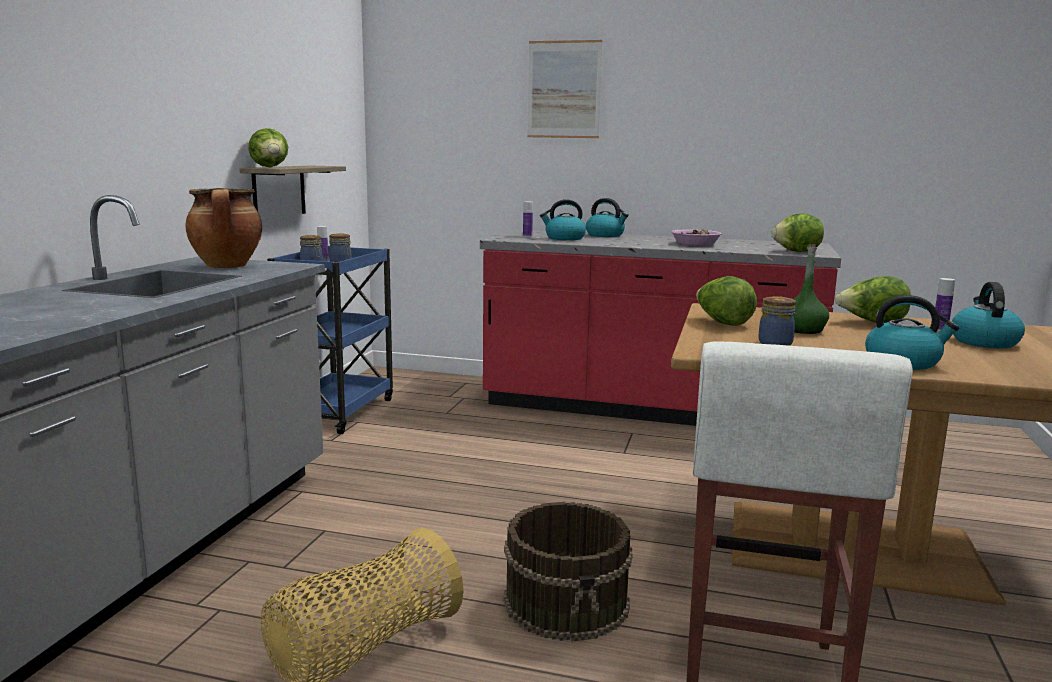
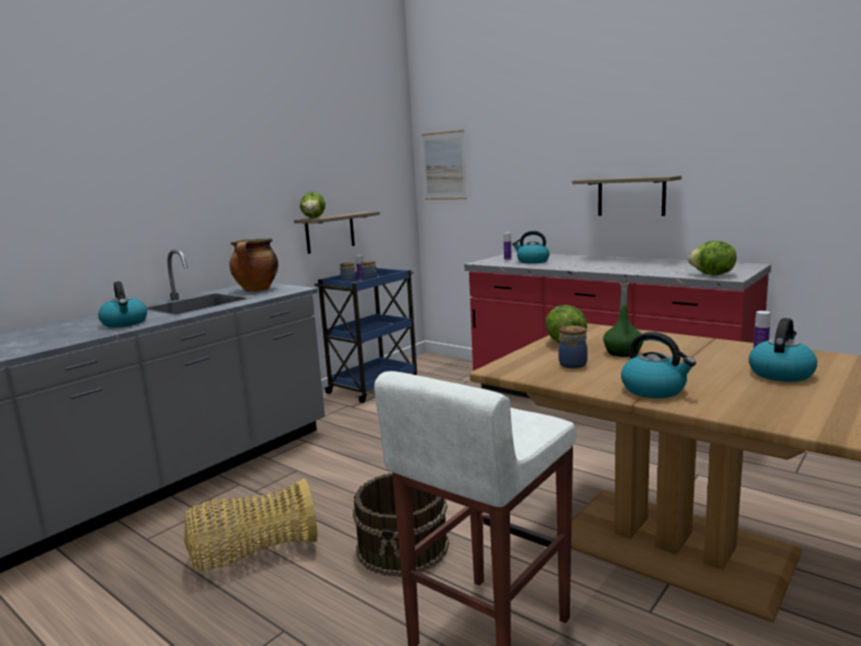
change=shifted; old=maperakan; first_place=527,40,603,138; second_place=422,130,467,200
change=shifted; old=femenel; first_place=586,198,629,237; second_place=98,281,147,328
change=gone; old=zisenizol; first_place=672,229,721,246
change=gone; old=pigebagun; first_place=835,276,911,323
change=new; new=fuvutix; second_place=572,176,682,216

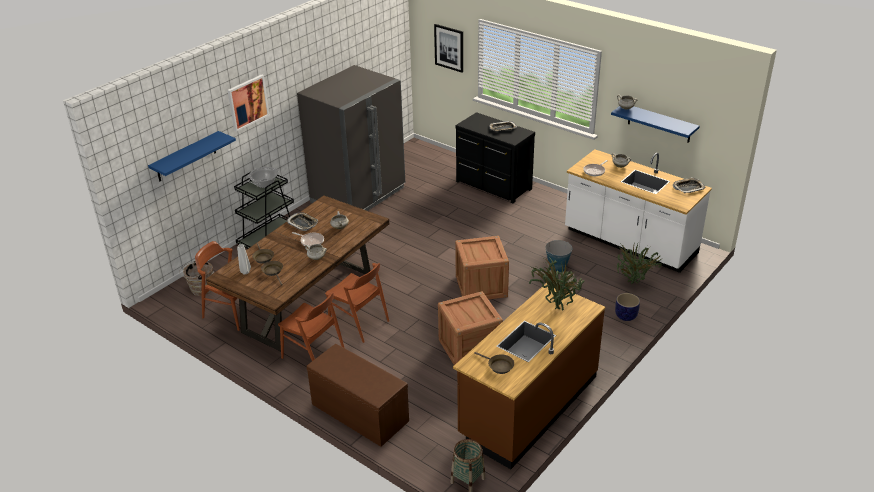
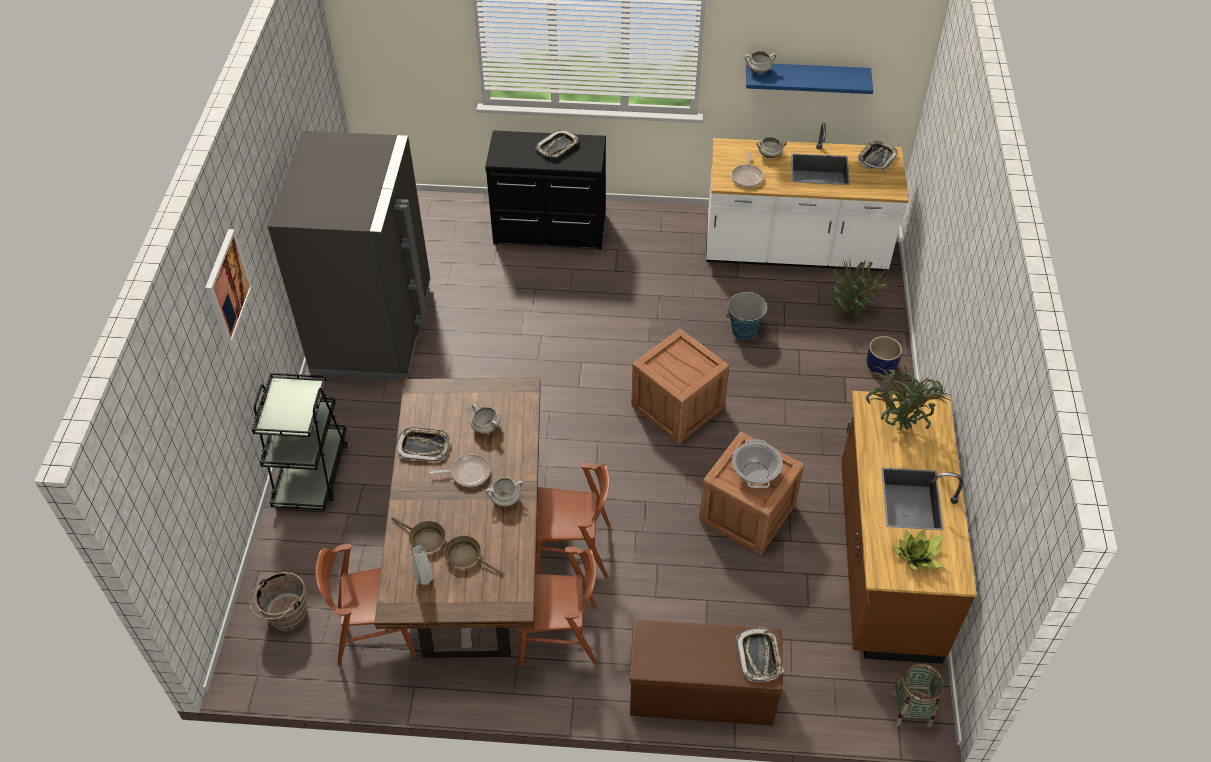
change=gone; old=maperakan; first_place=434,24,463,73
change=gone; old=fuvutix (blue); first_place=148,131,236,181
change=shifted; old=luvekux; first_place=248,167,279,188; second_place=732,440,783,488
change=swapped; old=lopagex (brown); new=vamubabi; first_place=474,352,514,374; second_place=891,529,943,571
change=new; new=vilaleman; second_place=736,627,784,682

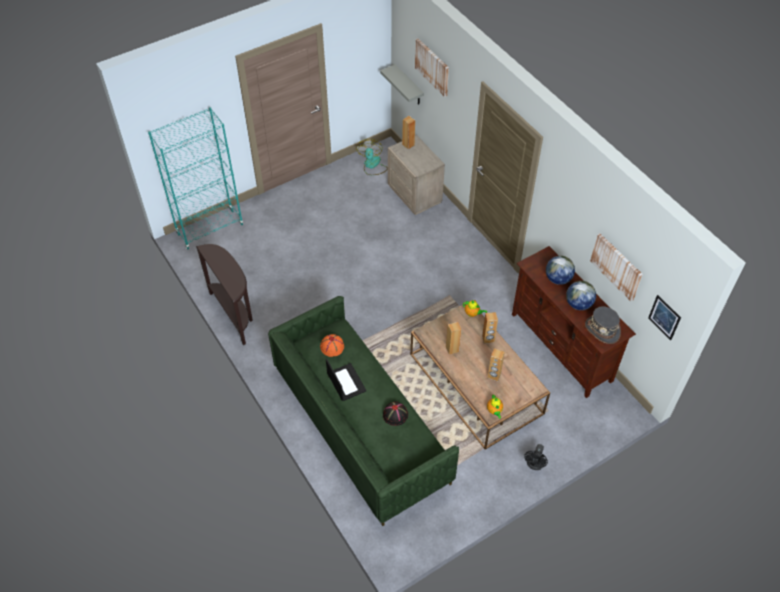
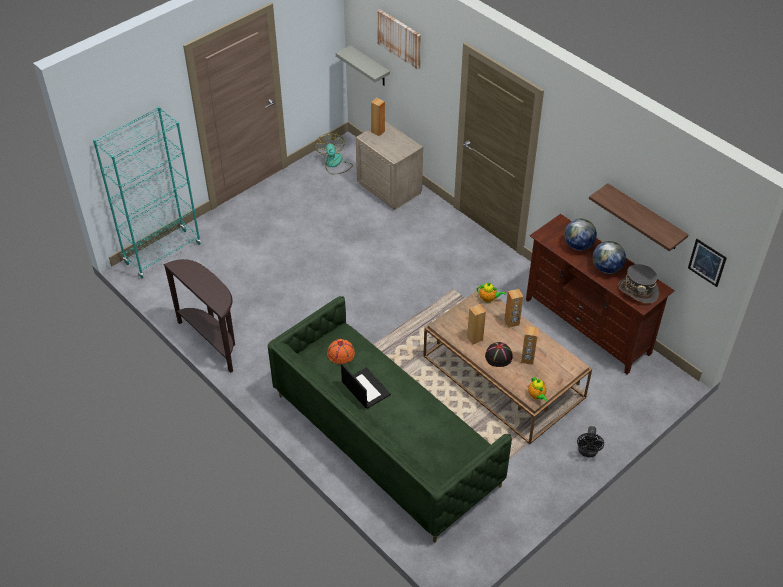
change=swapped; old=maperakan; new=fuvutix; first_place=590,233,643,301; second_place=589,183,689,251
change=shifted; old=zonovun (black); first_place=383,402,408,426; second_place=485,342,513,367

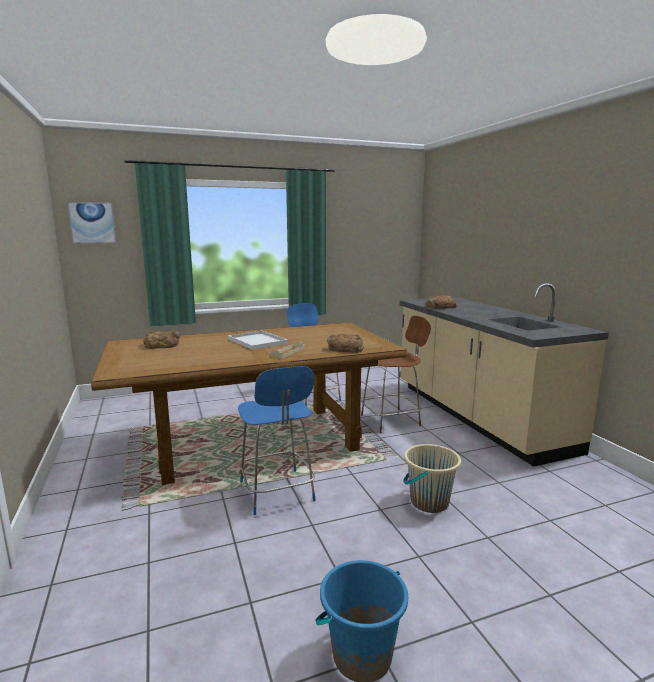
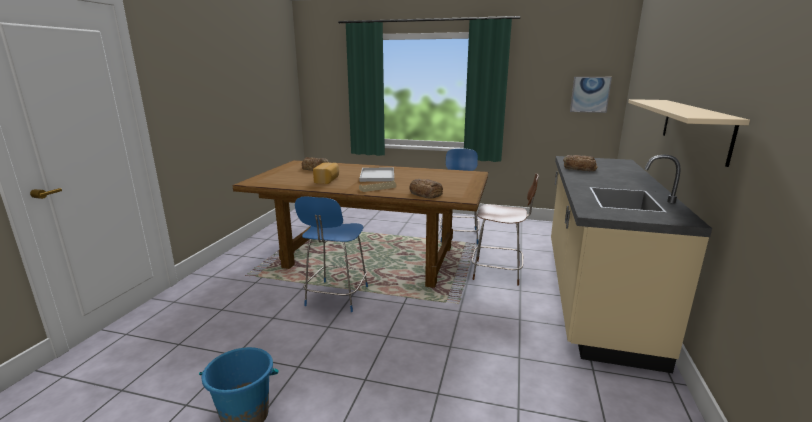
change=shifted; old=maperakan; first_place=67,202,116,244; second_place=570,77,612,113
change=gone; old=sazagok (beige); first_place=403,444,461,513
change=new; new=fuvutix (beige); second_place=628,99,750,167
change=new; new=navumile; second_place=313,163,339,184

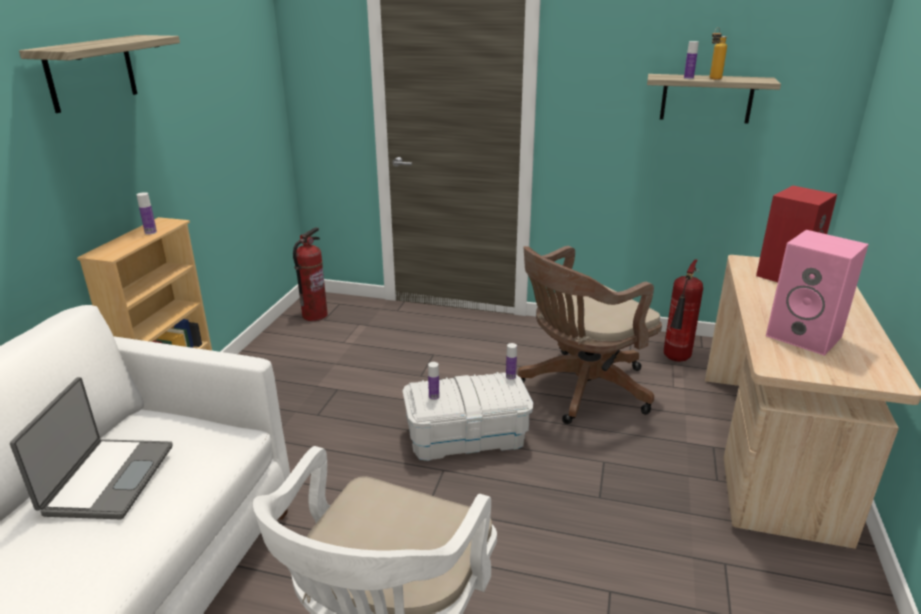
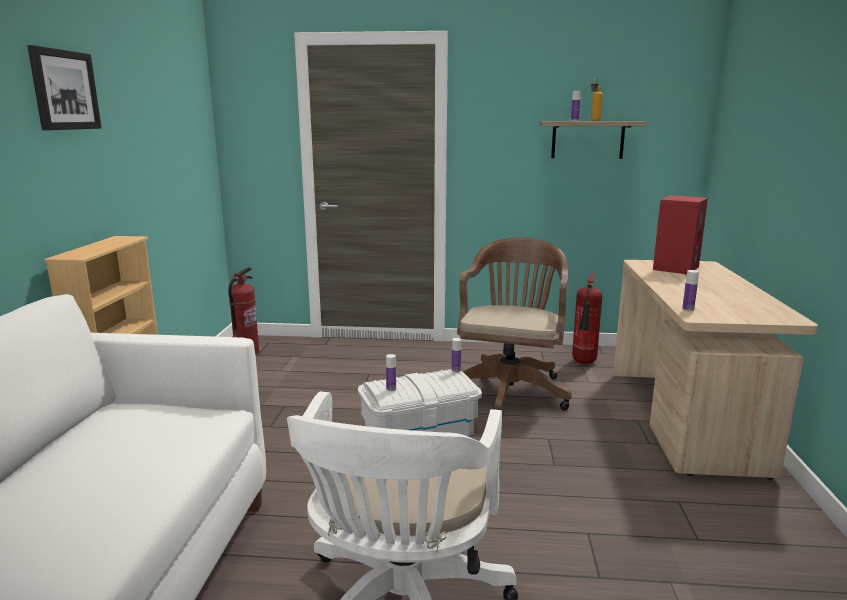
change=swapped; old=fuvutix; new=maperakan; first_place=19,35,180,113; second_place=27,45,101,130
change=shifted; old=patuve; first_place=137,192,157,235; second_place=682,270,699,311
change=gone; old=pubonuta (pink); first_place=766,230,869,356
change=rotated; old=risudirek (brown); first_place=518,246,662,424; second_place=457,237,571,411; degrees=150
change=gone; old=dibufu; first_place=10,377,173,519

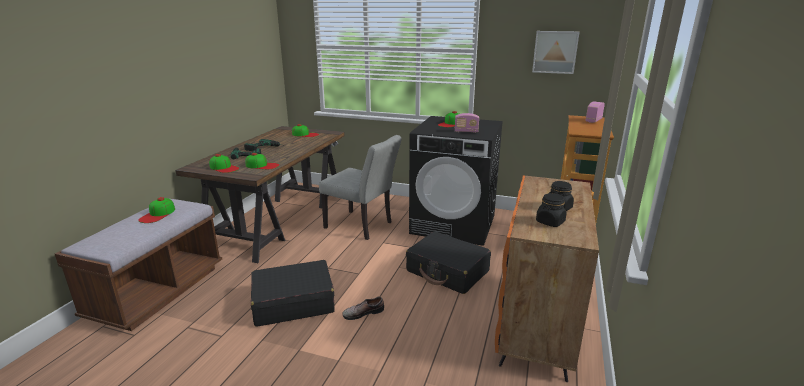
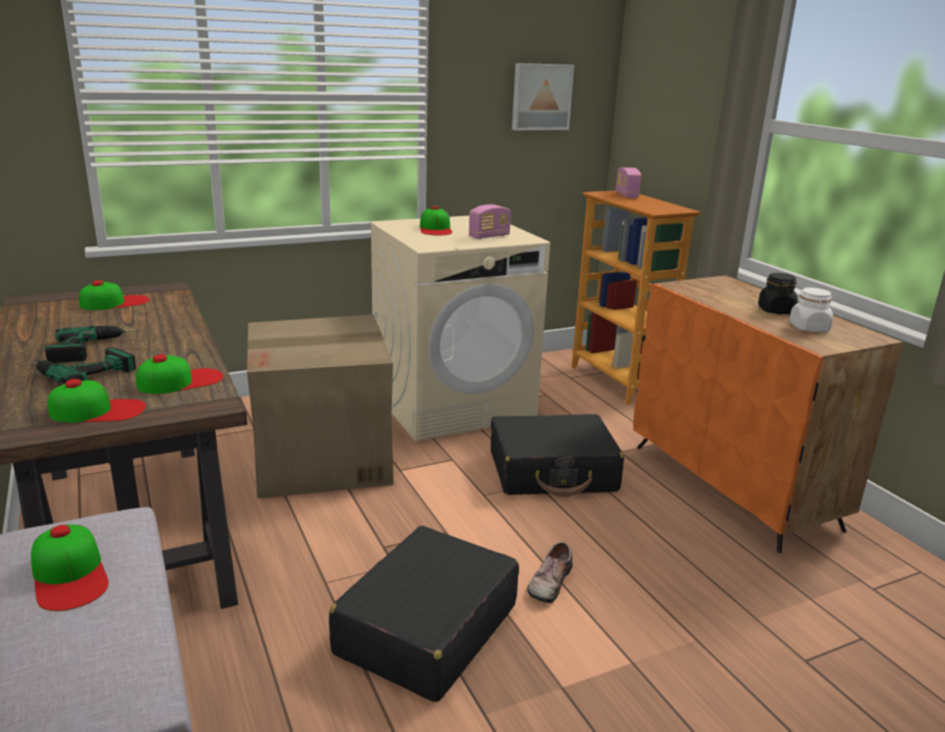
change=repainted; old=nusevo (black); new=nusevo (beige); first_place=409,116,503,246; second_place=370,216,550,442
change=swapped; old=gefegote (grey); new=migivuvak; first_place=319,135,402,240; second_place=247,314,394,499
change=repainted; old=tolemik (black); new=tolemik (white); first_place=536,193,567,227; second_place=789,287,833,332

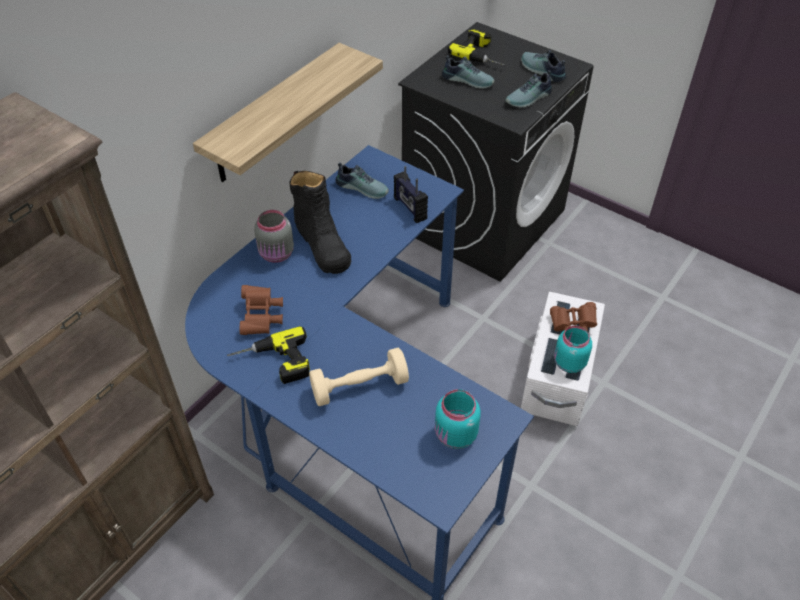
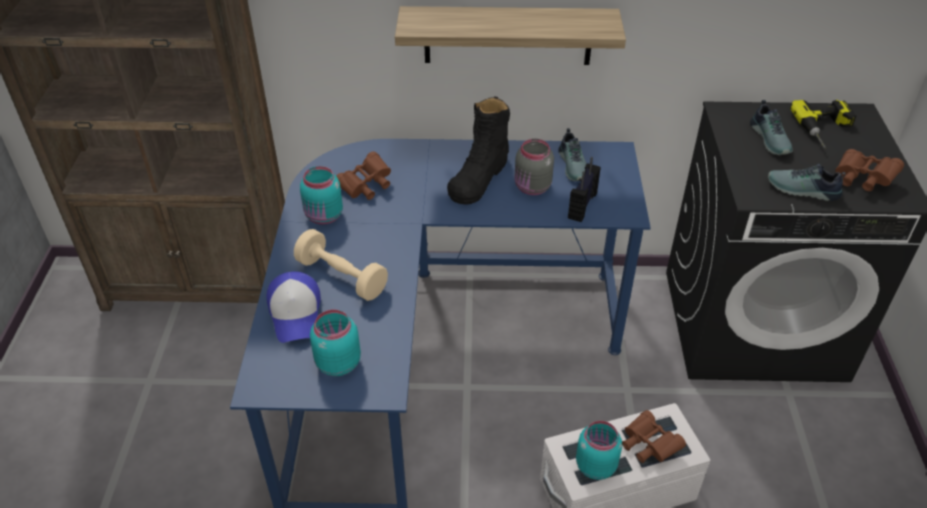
change=swapped; old=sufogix; new=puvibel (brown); first_place=521,50,566,82; second_place=835,149,904,191
change=shifted; old=tolemik (grey); first_place=254,210,294,263; second_place=514,139,554,195
change=swapped; old=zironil; new=tolemik (turquoise); first_place=227,326,310,384; second_place=300,166,343,225
change=new; new=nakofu; second_place=266,272,321,343

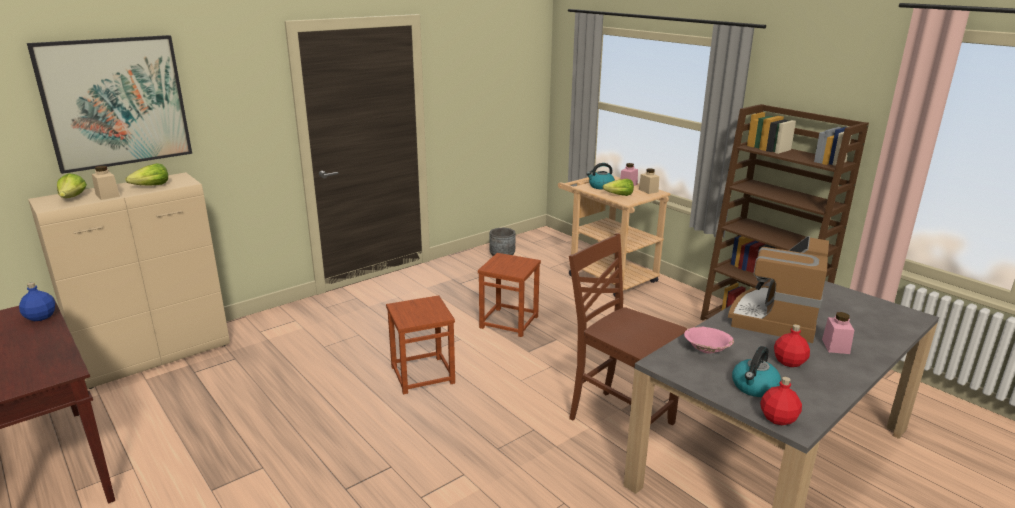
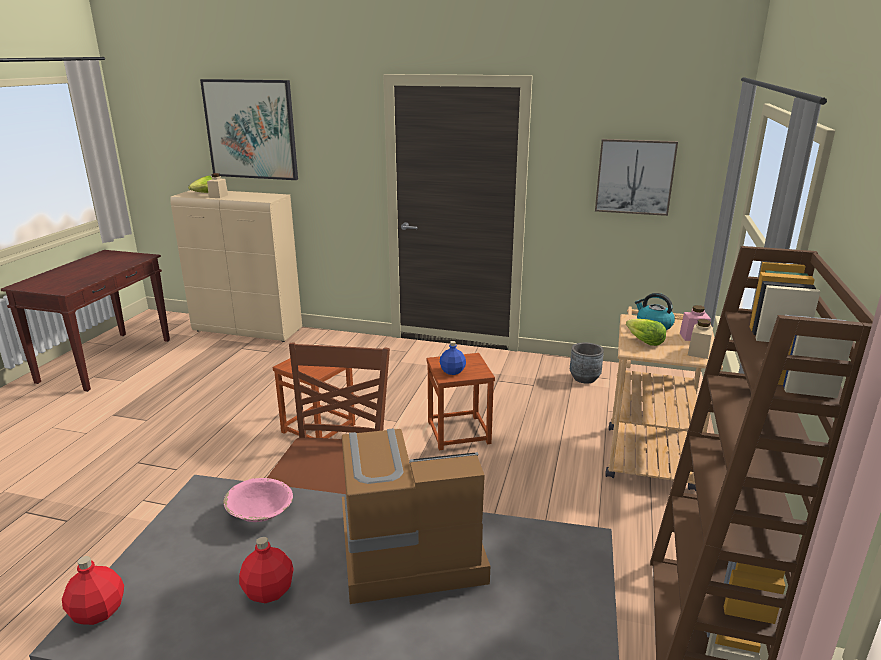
change=gone; old=pigebagun; first_place=126,163,168,186
change=shifted; old=patuve (blue); first_place=19,282,55,321; second_place=440,341,466,375
change=gone; old=tolemik (pink); first_place=822,312,854,354
change=gone; old=femenel; first_place=732,346,781,397
change=new; new=maperakan; second_place=595,139,678,216

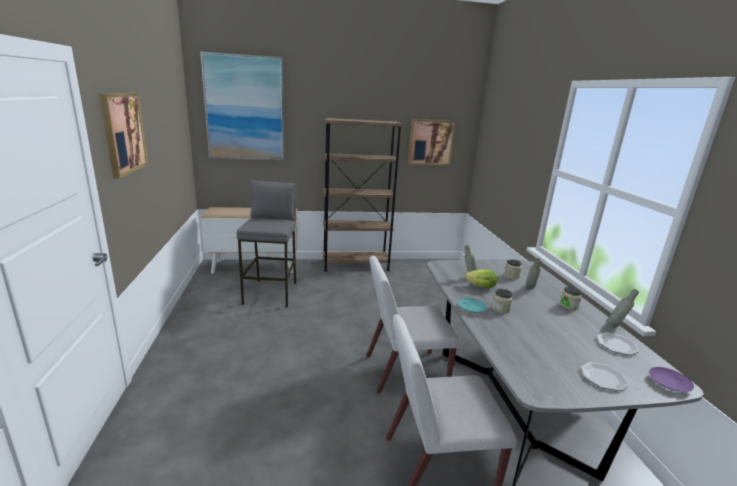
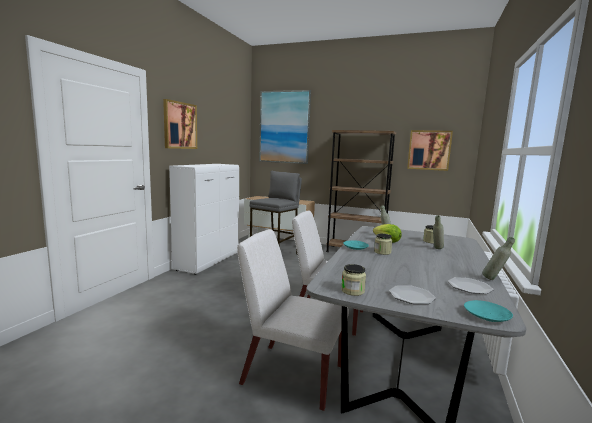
change=shifted; old=tolemik; first_place=560,286,582,310; second_place=341,264,366,296
change=repainted; old=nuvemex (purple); new=nuvemex (turquoise); first_place=649,367,694,392; second_place=464,300,513,322
change=new; new=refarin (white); second_place=169,164,239,275

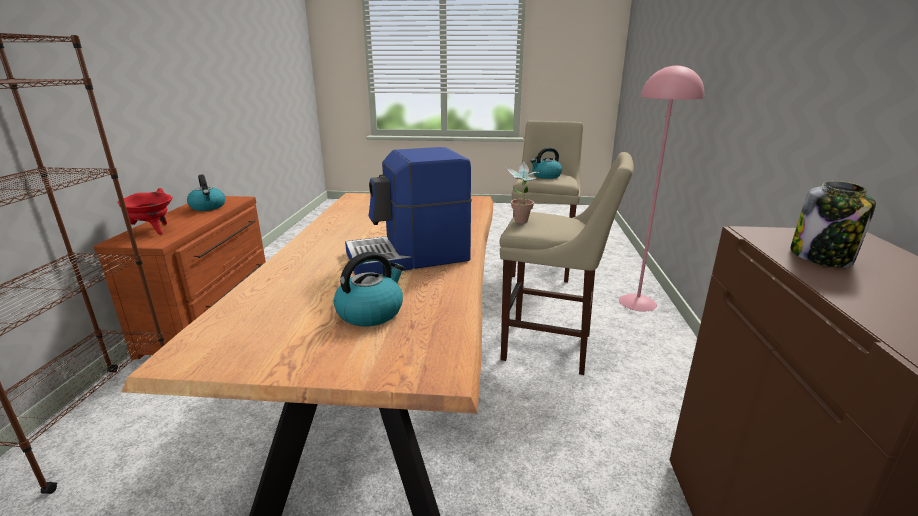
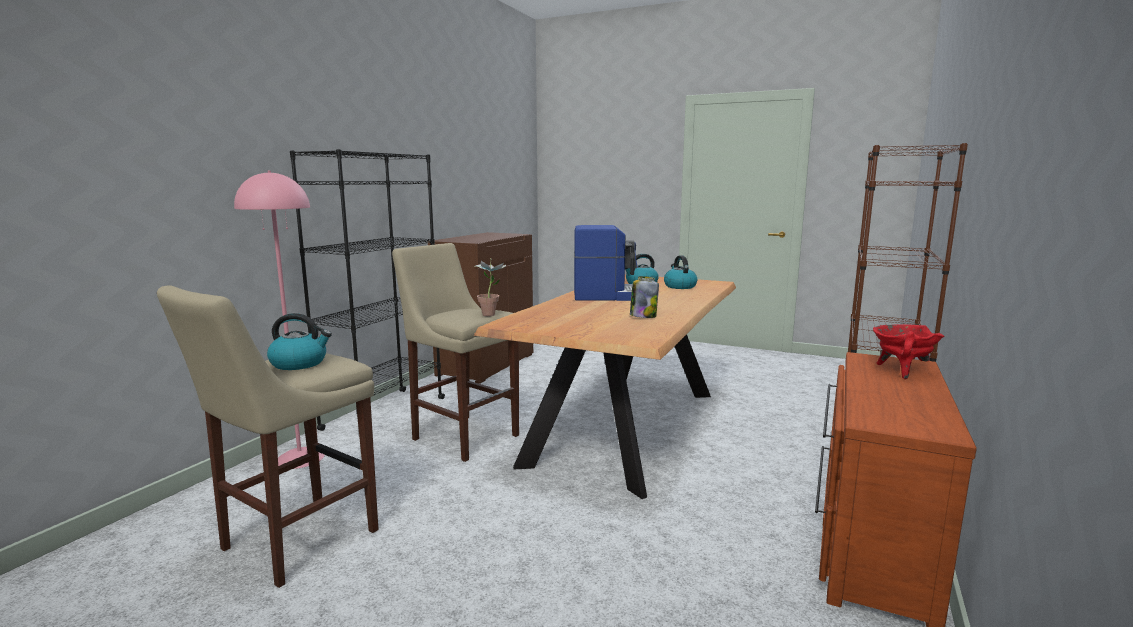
change=shifted; old=femenel; first_place=187,174,225,211; second_place=664,255,697,289
change=shifted; old=tolemik; first_place=790,181,876,267; second_place=630,276,659,318
change=new; new=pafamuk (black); second_place=290,149,445,431

